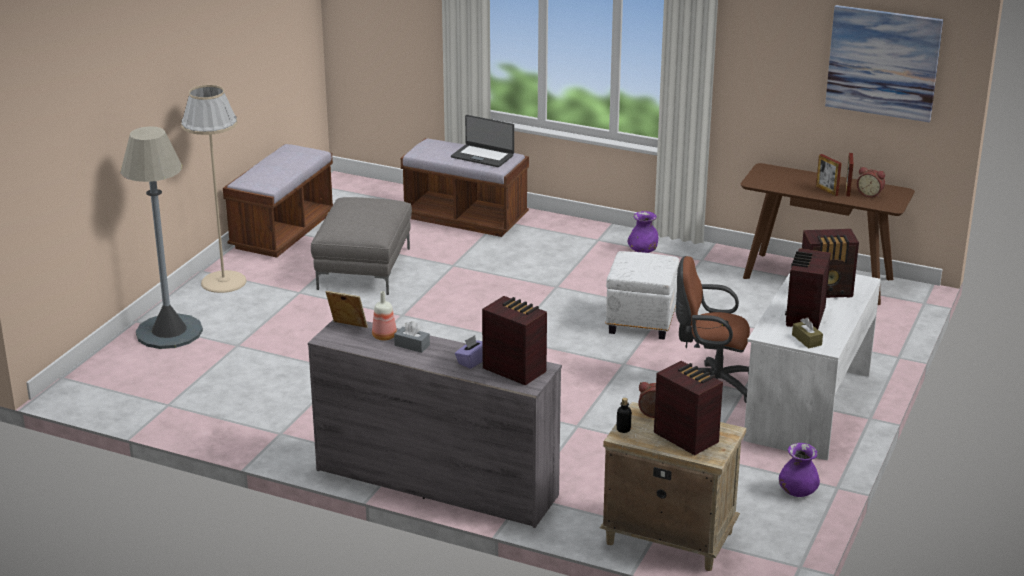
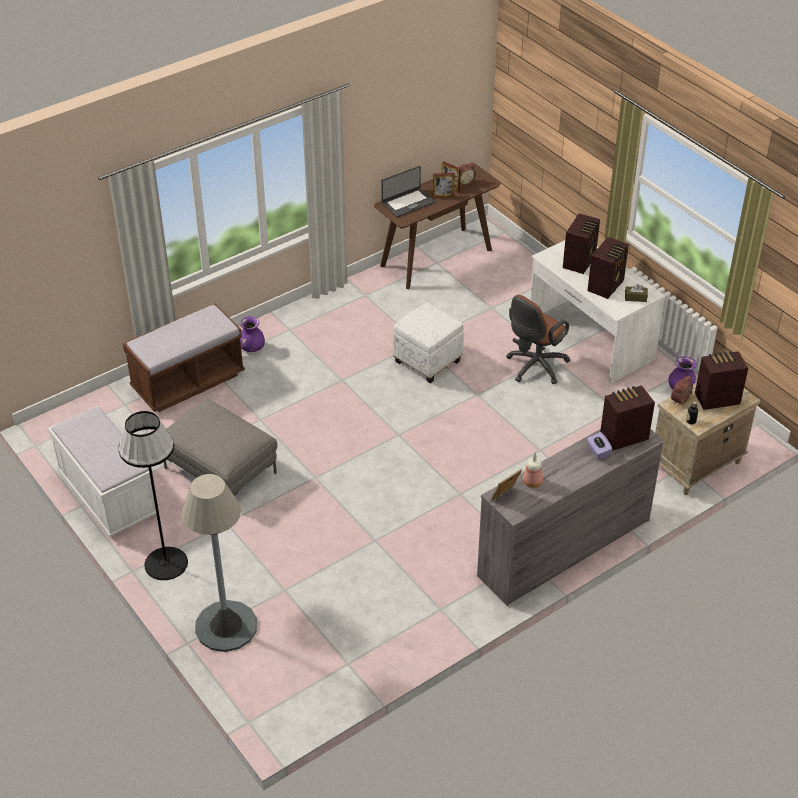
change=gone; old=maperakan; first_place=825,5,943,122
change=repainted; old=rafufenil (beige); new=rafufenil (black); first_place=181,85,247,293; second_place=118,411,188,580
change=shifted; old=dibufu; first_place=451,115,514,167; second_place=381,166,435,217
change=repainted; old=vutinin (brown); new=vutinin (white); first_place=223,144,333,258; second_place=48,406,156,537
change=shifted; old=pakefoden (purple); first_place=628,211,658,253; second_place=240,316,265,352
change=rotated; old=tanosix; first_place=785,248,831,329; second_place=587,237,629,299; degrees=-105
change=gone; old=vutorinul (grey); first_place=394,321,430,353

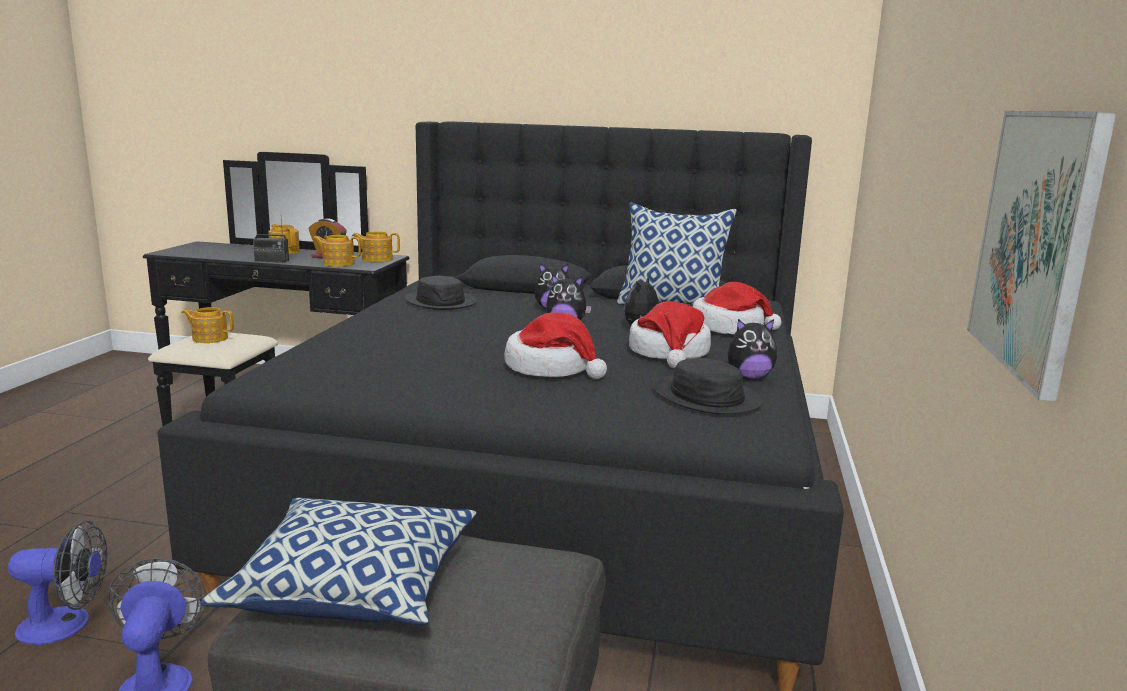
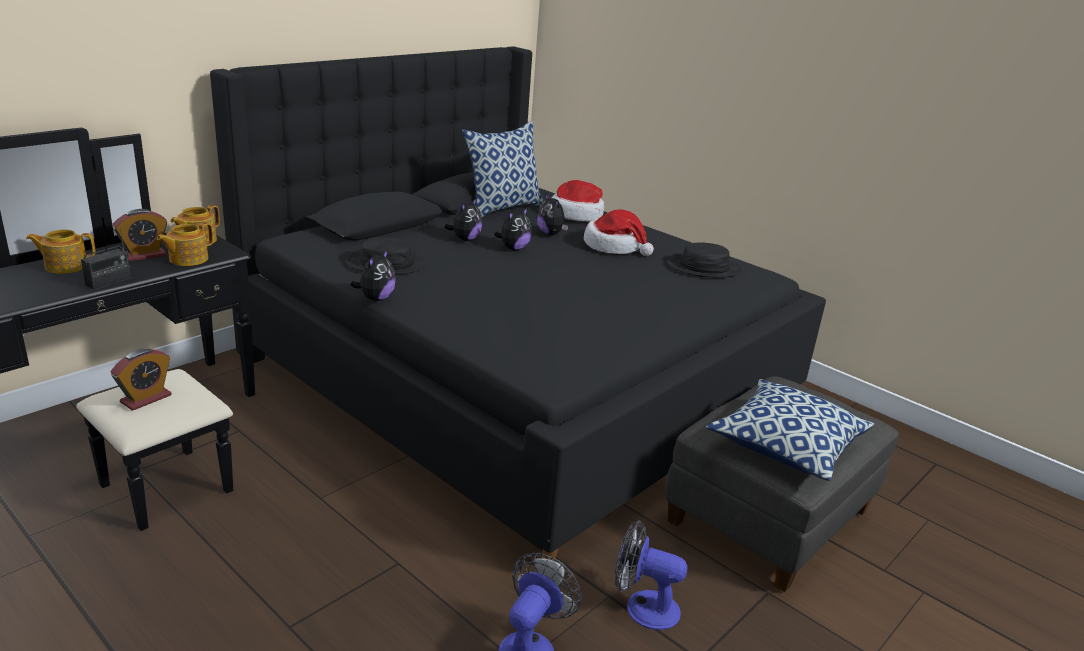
change=gone; old=maperakan; first_place=967,111,1117,402
change=swapped; old=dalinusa; new=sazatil; first_place=181,307,234,343; second_place=111,348,172,411
change=gone; old=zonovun; first_place=504,312,607,379
change=shifted; old=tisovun; first_place=728,319,777,380; second_place=350,249,396,301

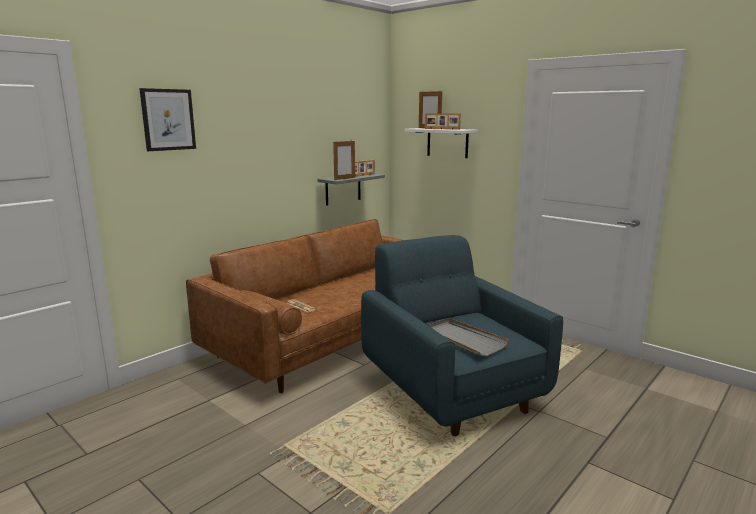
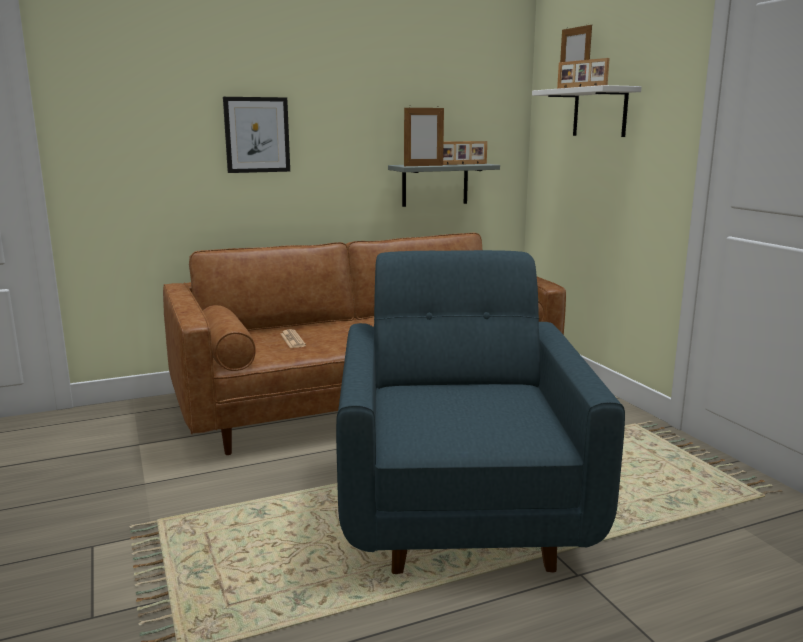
change=shifted; old=maperakan; first_place=139,88,196,151; second_place=223,97,290,173
change=gone; old=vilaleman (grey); first_place=428,318,509,356

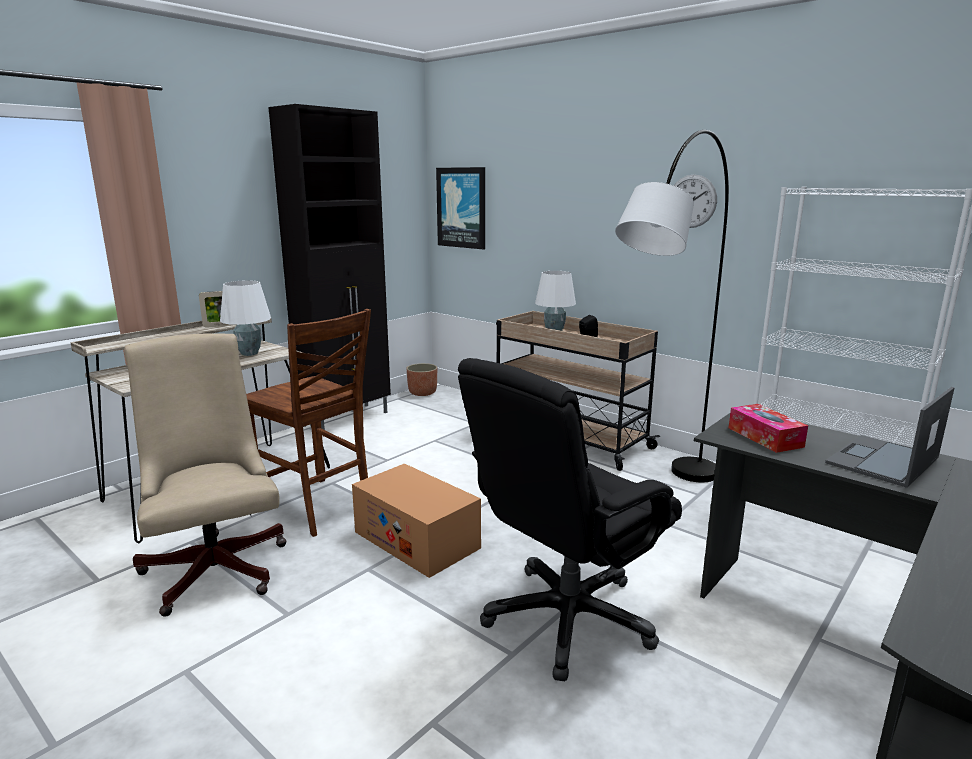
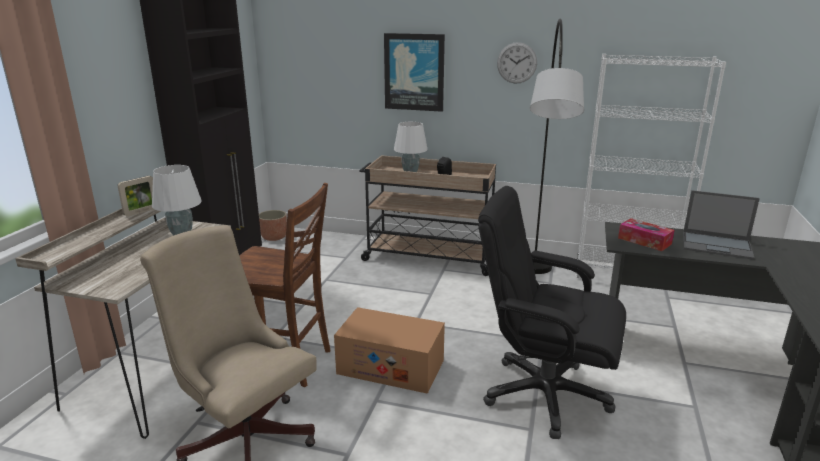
change=shifted; old=maperakan; first_place=436,167,485,250; second_place=384,33,445,112
change=rotated; old=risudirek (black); first_place=458,358,682,681; second_place=478,186,626,439; degrees=90
change=rotated; old=dibufu; first_place=825,387,954,488; second_place=683,190,760,260; degrees=-90

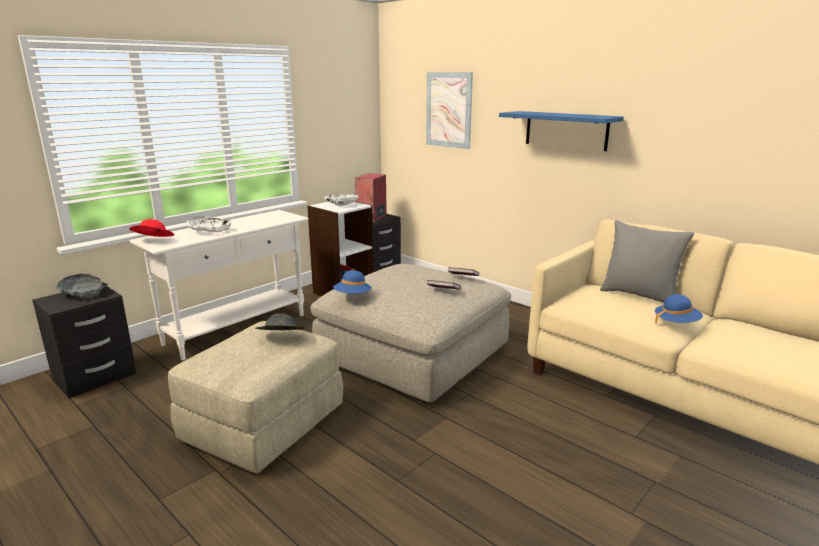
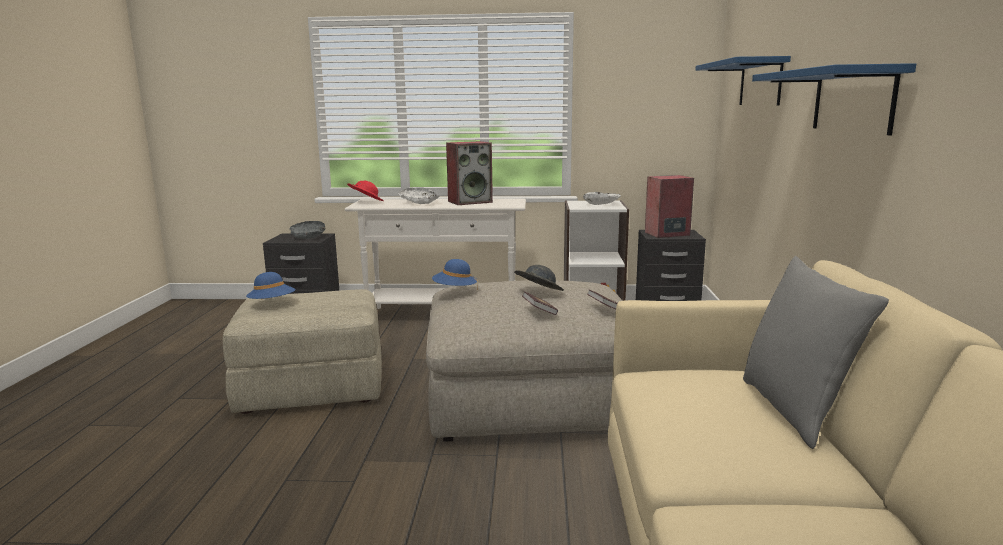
change=swapped; old=maperakan; new=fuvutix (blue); first_place=426,72,473,149; second_place=695,56,791,106
change=shifted; old=zonovun (blue); first_place=655,294,703,323; second_place=246,272,296,300
change=shifted; old=zonovun (grey); first_place=255,313,306,330; second_place=514,265,564,291
change=new; new=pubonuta; second_place=446,141,493,205

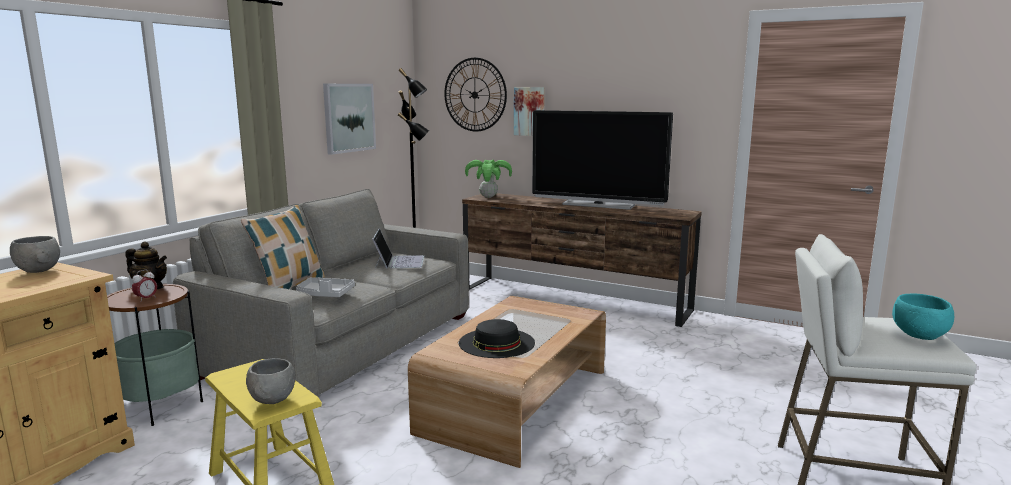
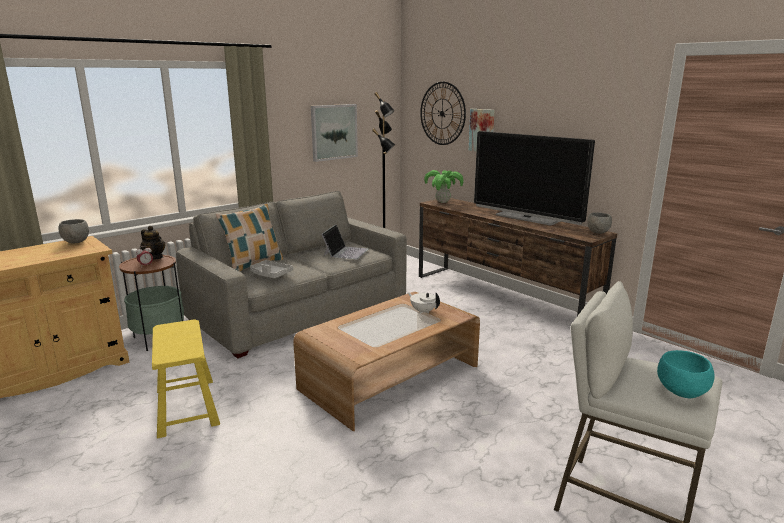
change=gone; old=zonovun (black); first_place=459,319,535,358
change=shifted; old=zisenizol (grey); first_place=246,358,295,404; second_place=587,212,612,234
change=new; new=dalinusa (white); second_place=408,292,440,314

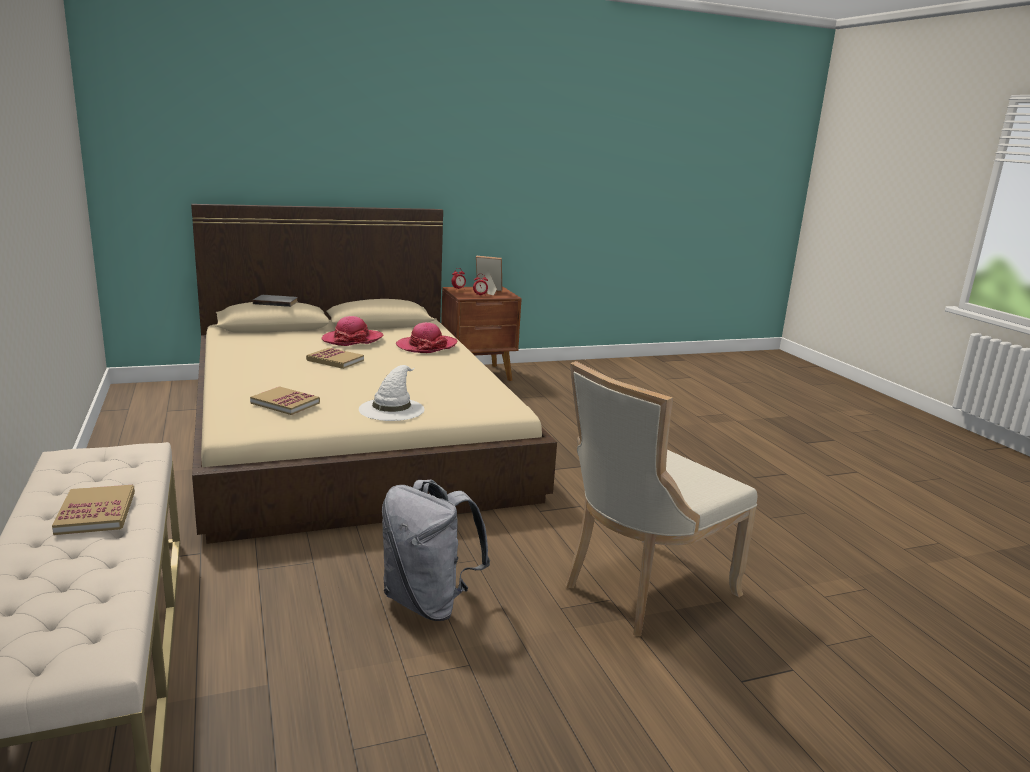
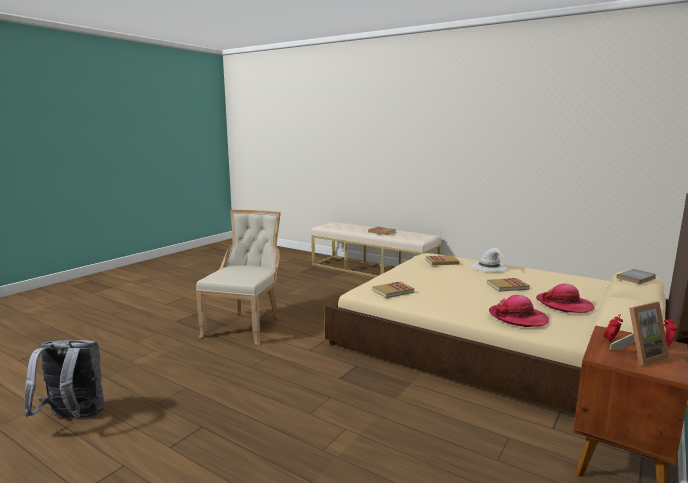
change=shifted; old=zonovun (white); first_place=359,365,425,421; second_place=471,248,508,272
change=shifted; old=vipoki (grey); first_place=382,480,490,621; second_place=24,340,104,418
change=new; new=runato; second_place=372,282,414,298

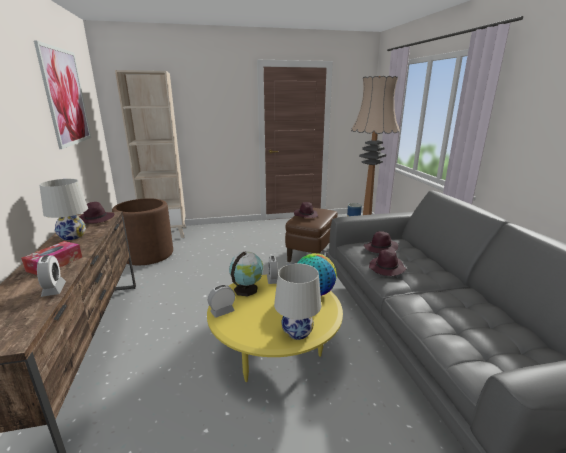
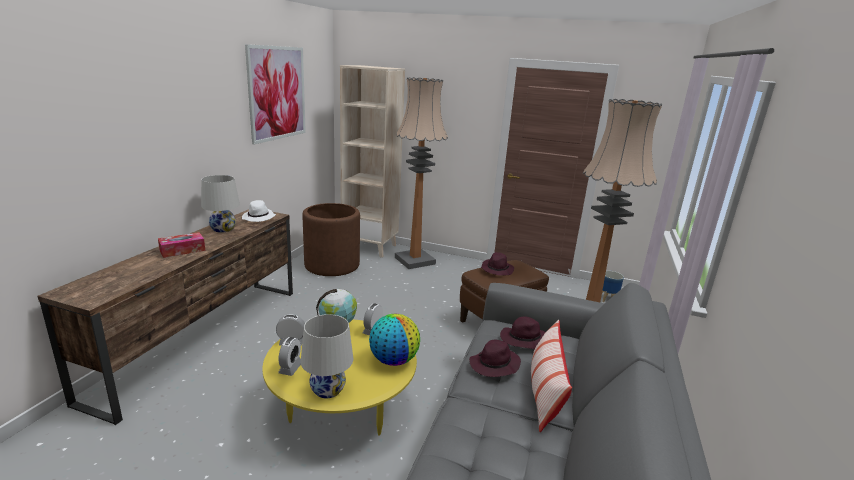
change=repainted; old=zonovun (purple); new=zonovun (white); first_place=79,202,114,223; second_place=242,200,276,222
change=shifted; old=sazatil; first_place=37,255,66,297; second_place=278,337,301,376
change=new; new=rafufenil; second_place=395,77,448,269
change=new; new=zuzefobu; second_place=531,320,572,432

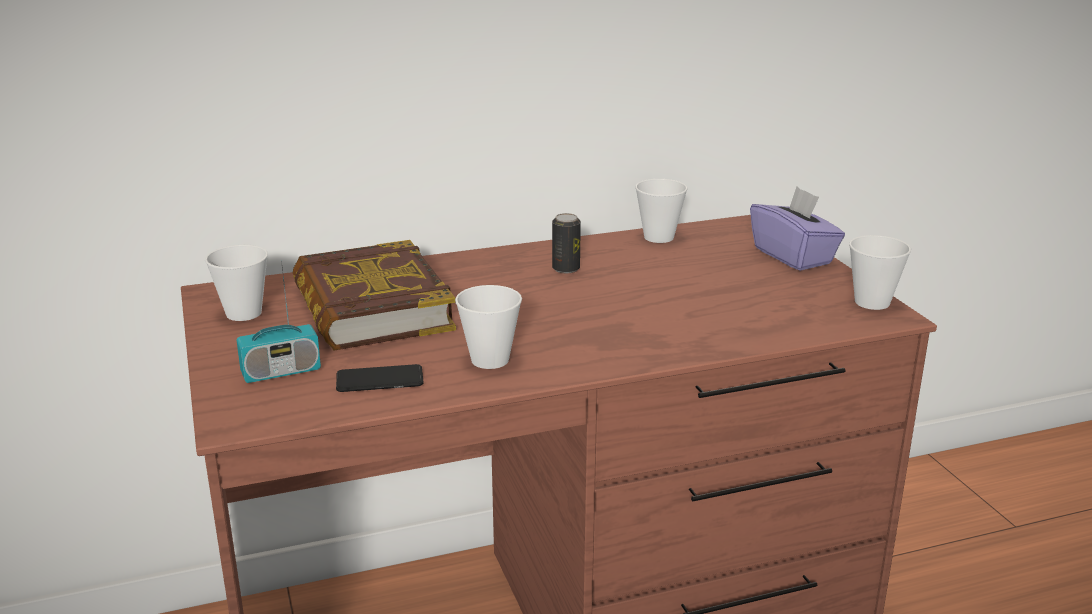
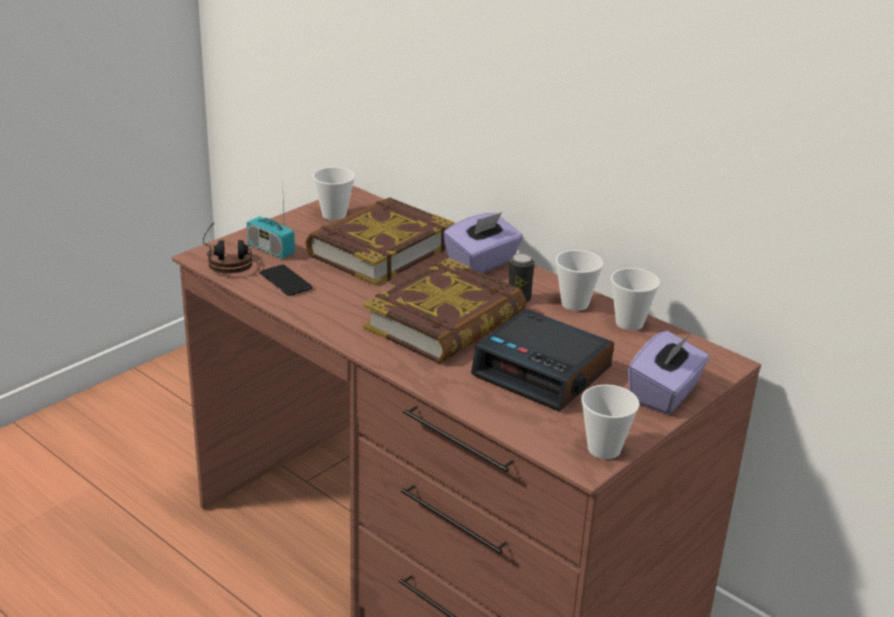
change=shifted; old=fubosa; first_place=455,285,522,369; second_place=556,250,603,311
change=new; new=vutorinul (purple); second_place=443,212,523,273
change=new; new=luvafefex; second_place=203,222,253,273
change=new; new=runato; second_place=364,258,527,364
change=new; new=sazatil; second_place=471,309,614,411

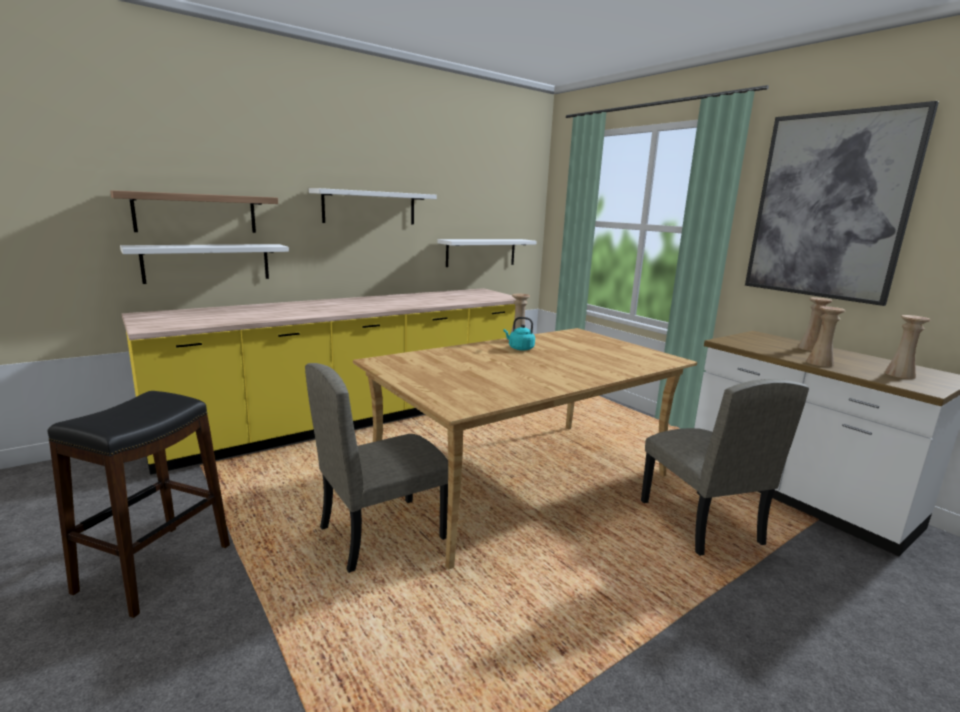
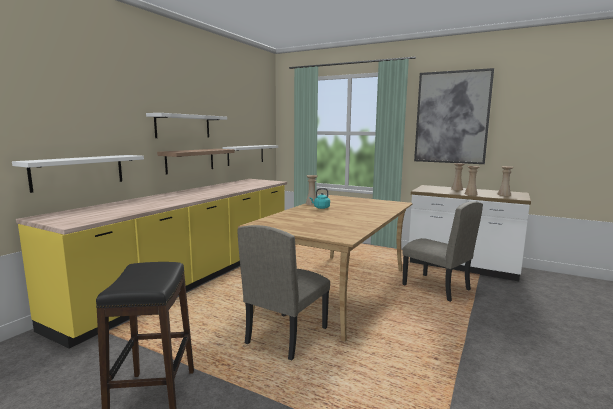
change=shifted; old=fuvutix; first_place=110,190,278,233; second_place=157,149,235,175

